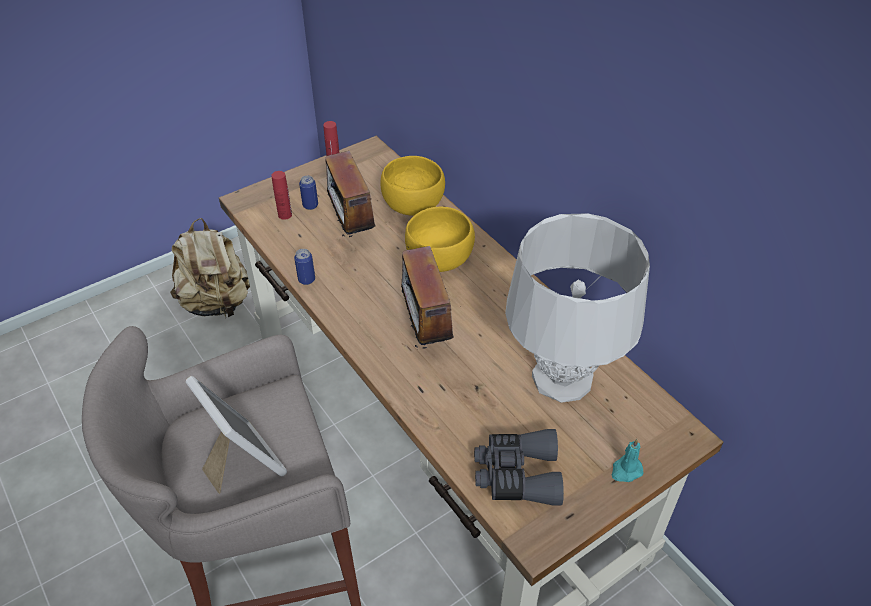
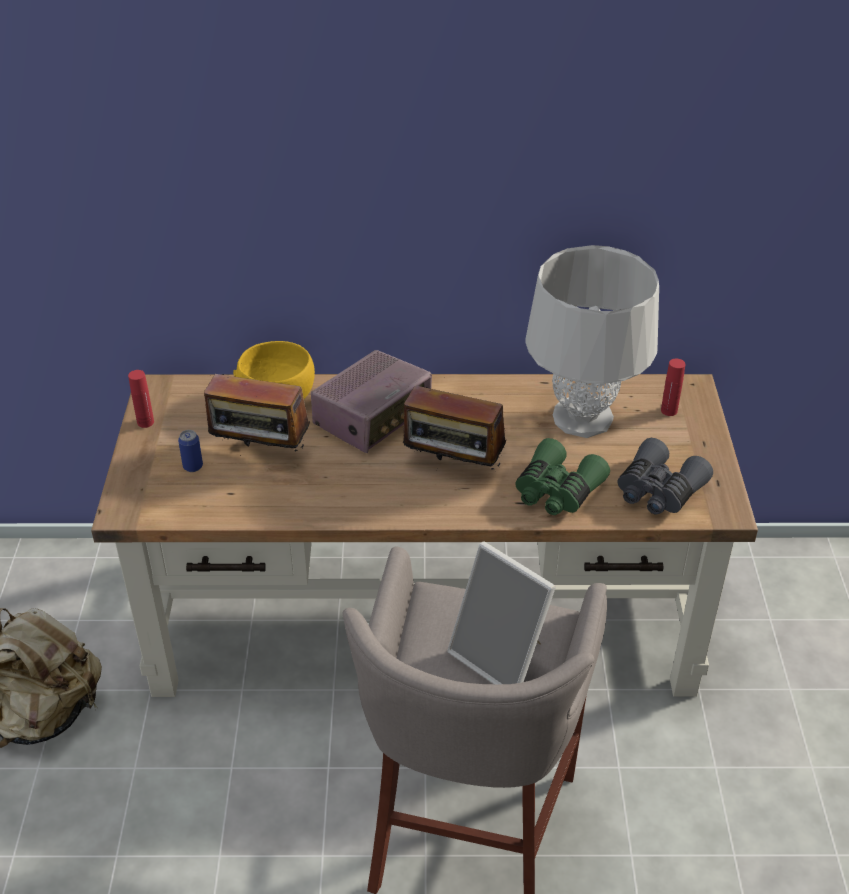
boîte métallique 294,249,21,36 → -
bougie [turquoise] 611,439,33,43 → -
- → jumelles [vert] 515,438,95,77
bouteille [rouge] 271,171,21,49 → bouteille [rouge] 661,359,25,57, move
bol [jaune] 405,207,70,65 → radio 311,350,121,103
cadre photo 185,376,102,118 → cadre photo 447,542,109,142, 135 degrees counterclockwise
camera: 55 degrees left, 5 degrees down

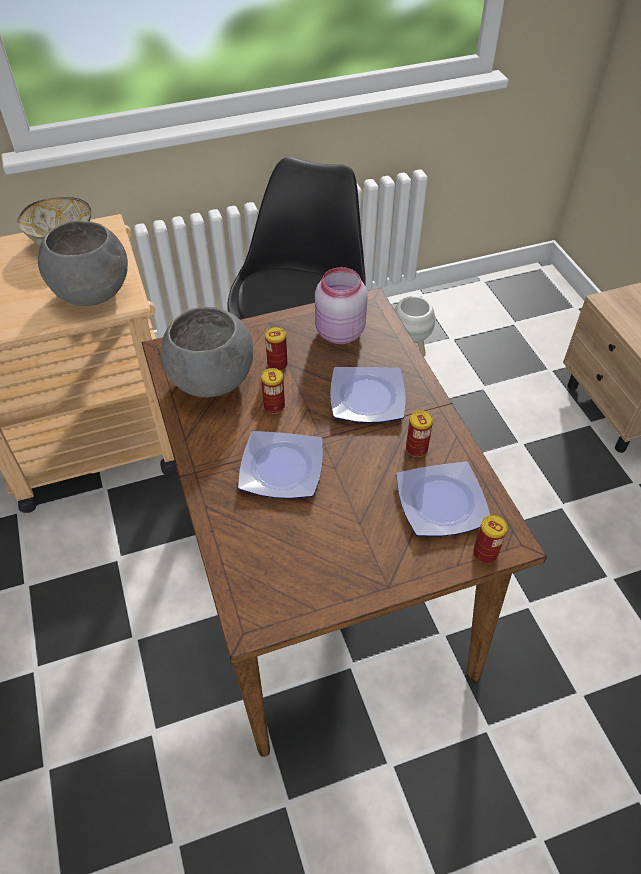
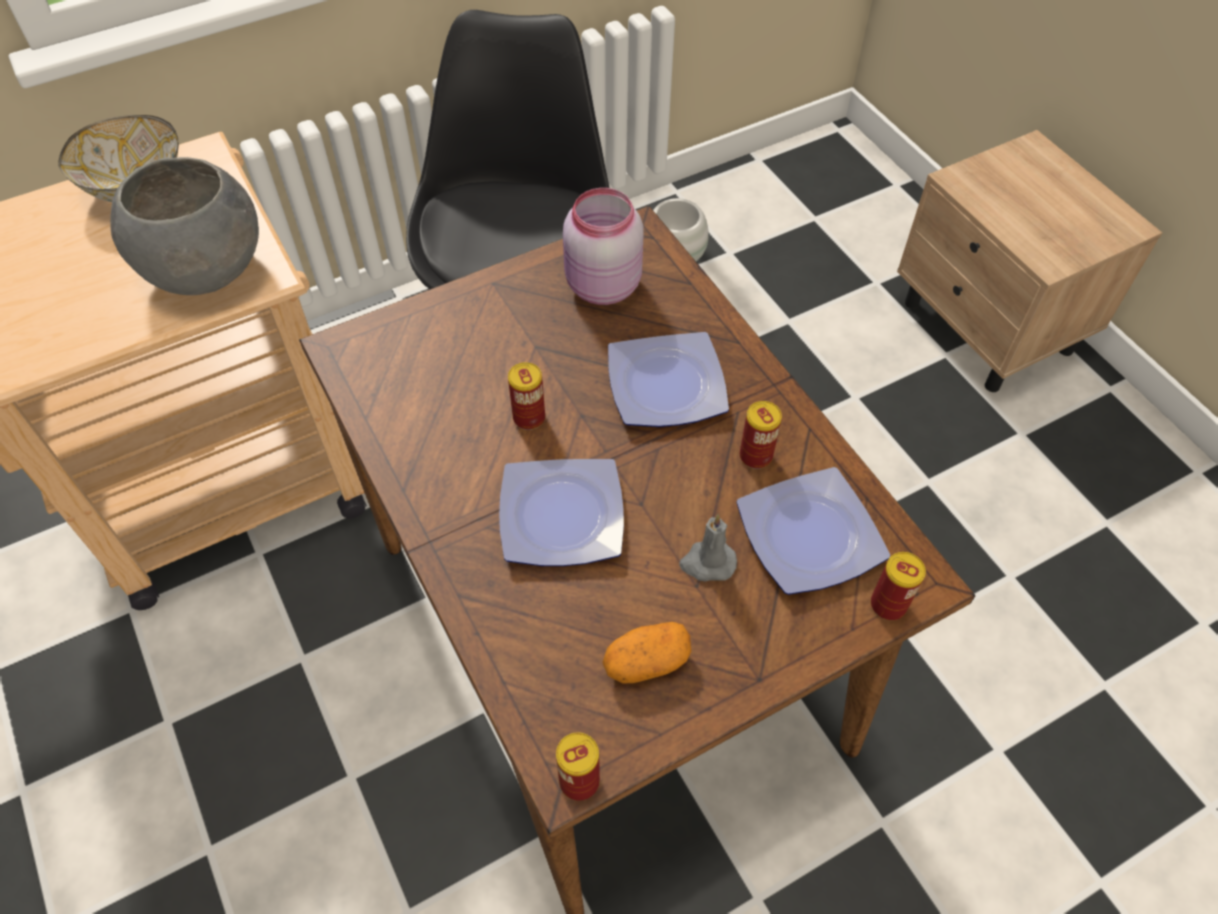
bol [gris] 161,307,92,90 → -
- → pomme de terre 602,622,90,62
- → bougie [gris] 679,514,58,67
boîte métallique 265,327,23,44 → boîte métallique 556,732,44,69, move
camera: 10 degrees left, 5 degrees up

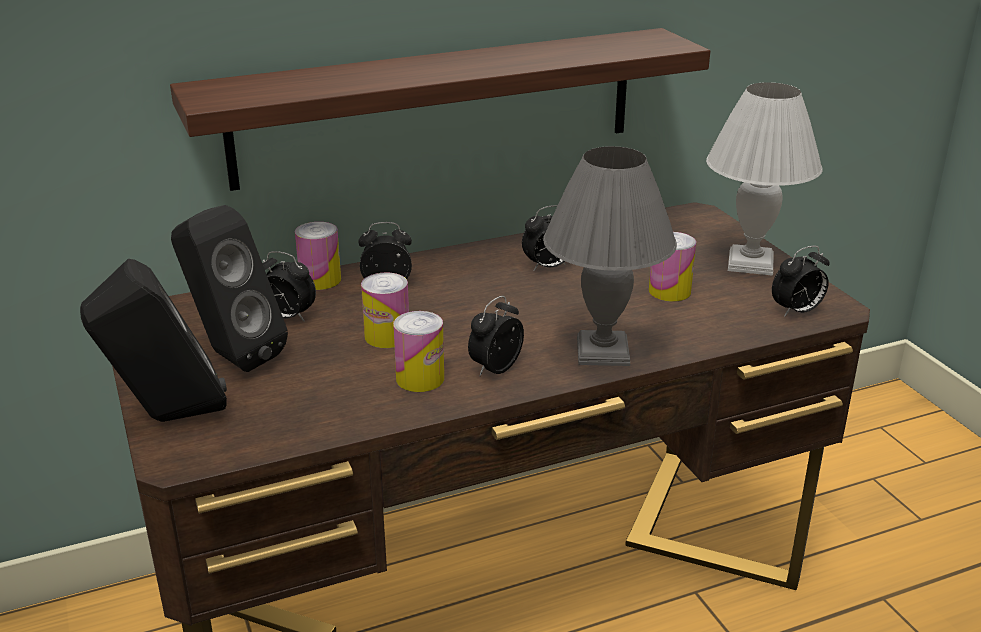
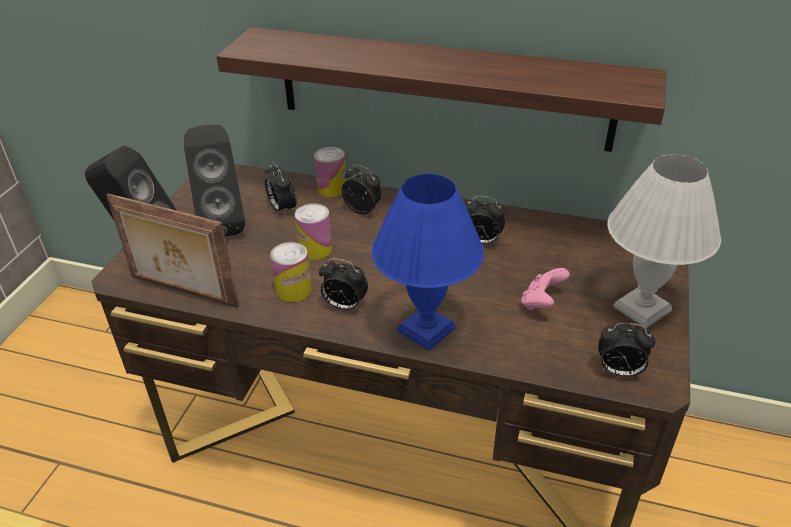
- → cadre photo 106,193,133,115
boîte métallique 649,232,47,70 → manette [rose] 521,268,49,43
lampe de table [gris] 543,146,134,220 → lampe de table [bleu] 372,174,112,177
réveil 468,296,56,80 → réveil 319,258,49,52, 150 degrees counterclockwise
camera: 40 degrees right, 10 degrees up

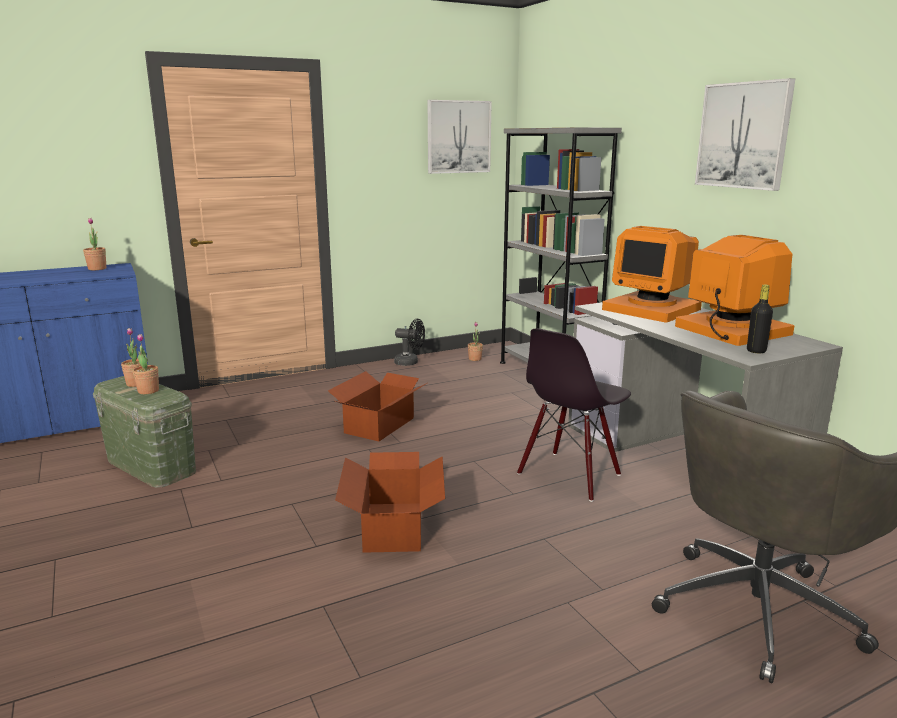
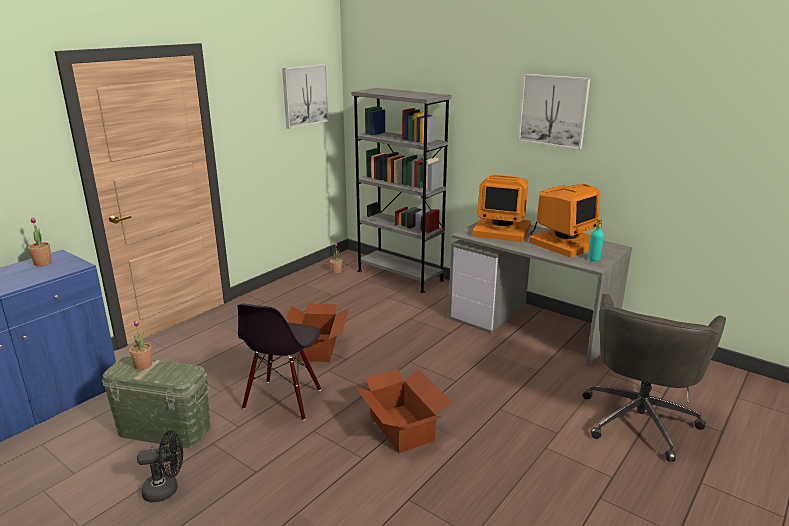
plante en pot 133,334,26,60 → -
ventilateur [noir] 394,319,31,47 → ventilateur [noir] 137,431,46,71, move
chaise [noir] 517,328,114,174 → chaise [noir] 238,304,83,117, move
bouteille [noir] 747,284,26,69 → bouteille [turquoise] 588,219,16,43
écran d'ordinateur 675,235,119,111 → écran d'ordinateur 529,184,75,74, 105 degrees clockwise
camera: 25 degrees left, 5 degrees up

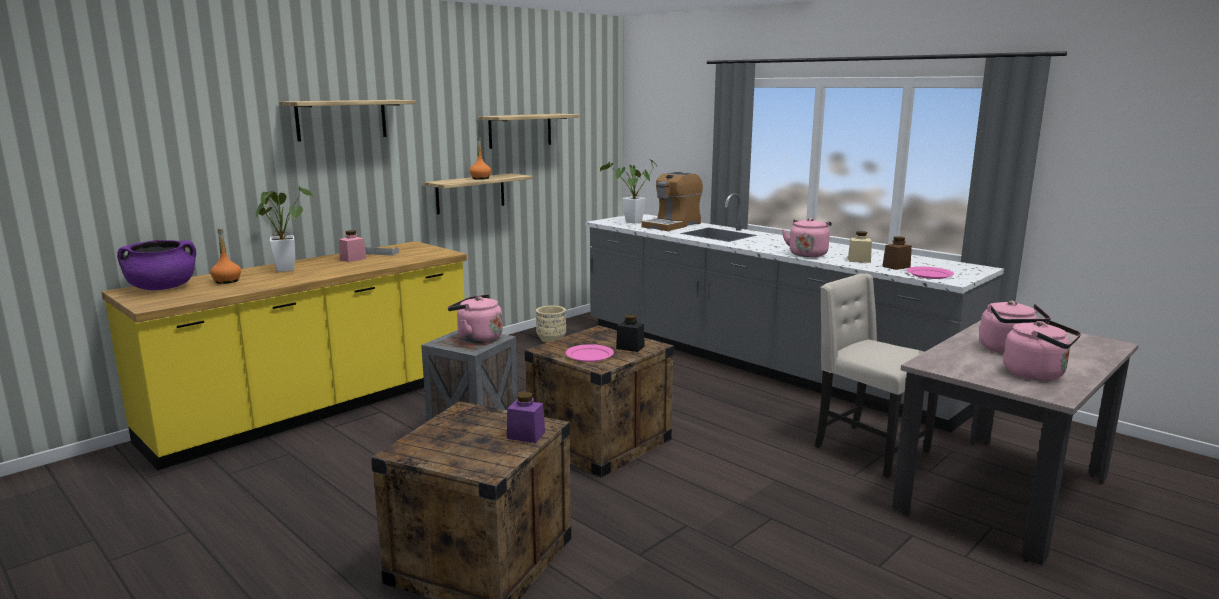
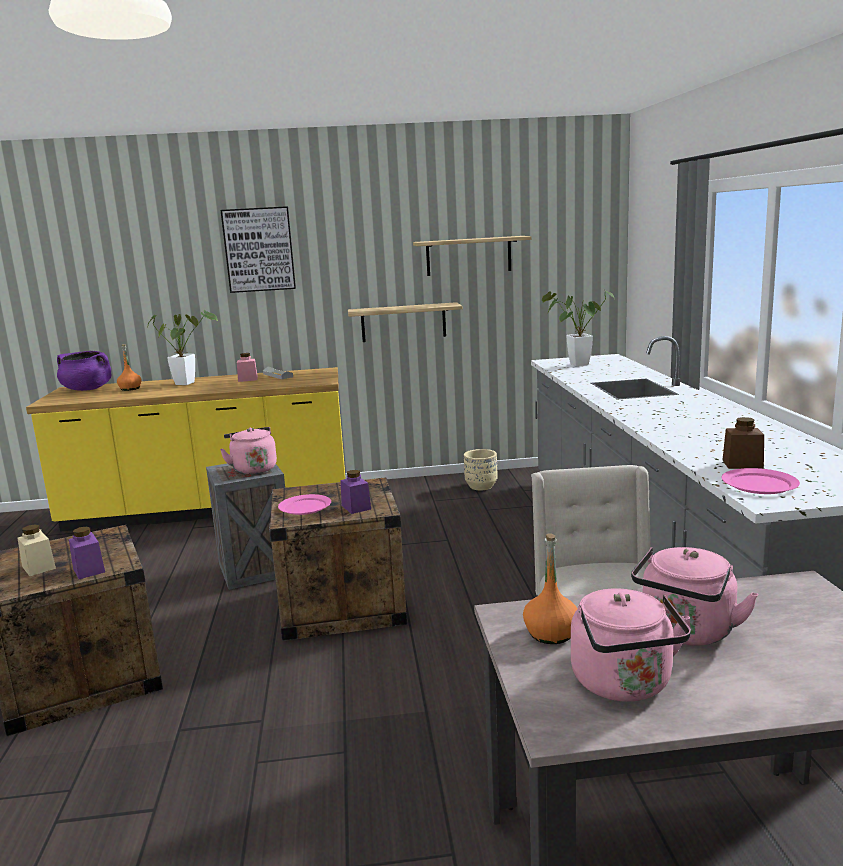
machine à café 641,172,62,59 → -
bouilloire [rose] 782,218,50,39 → -
bouteille [orange] 470,137,21,43 → bouteille [orange] 523,533,55,111, move
bocal [beige] 848,231,24,32 → bocal [beige] 18,524,38,52, move
étagère 279,100,137,42 → tableau 220,206,76,87
bocal [noir] 616,315,29,37 → bocal [violet] 341,470,30,44
camera: 40 degrees right, 0 degrees up

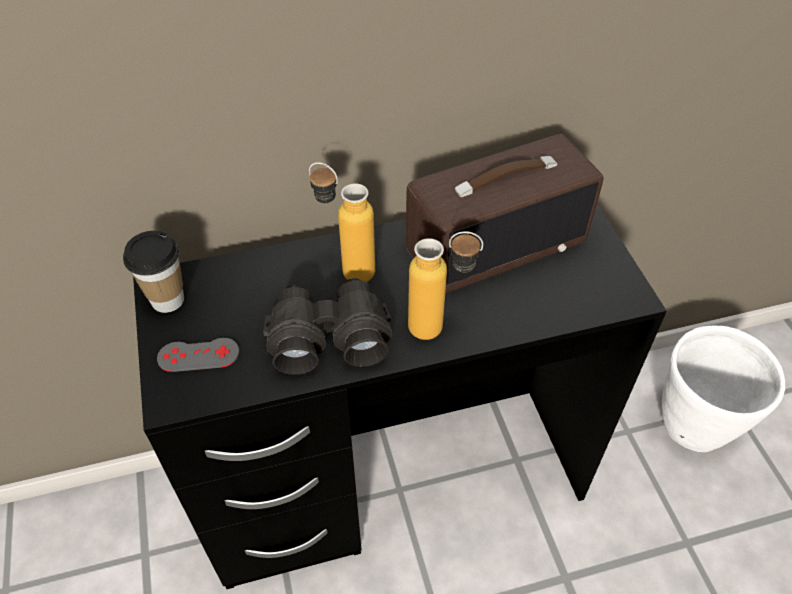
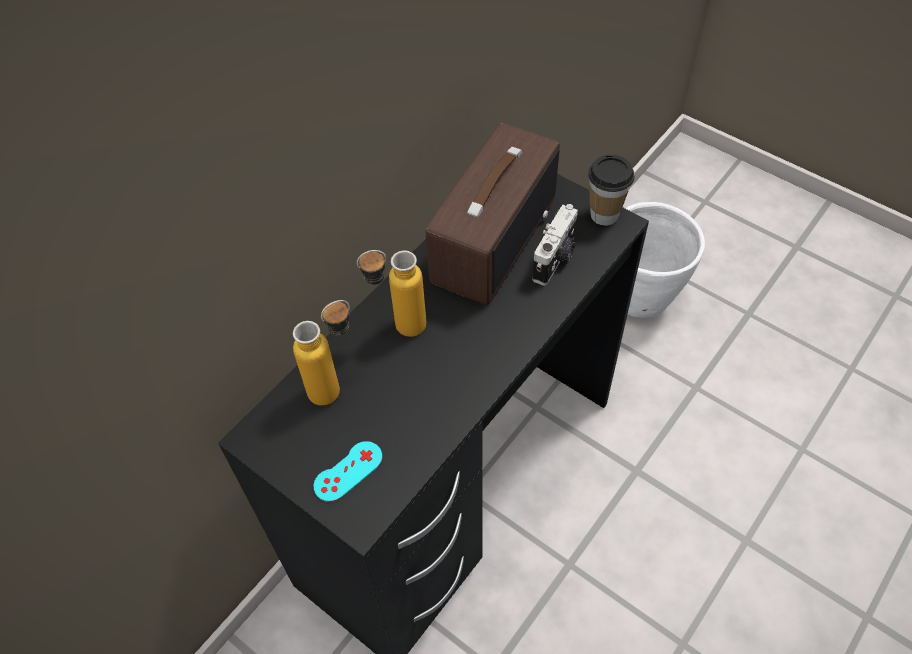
jumelles [noir] 263,278,129,97 → -
- → appareil photo 532,204,46,82
tasse 123,231,61,82 → tasse 588,155,47,71, move
bouteille 408,231,75,109 → bouteille 293,300,57,106, move
manette [gris] 157,338,82,34 → manette [turquoise] 314,441,69,61
camera: 35 degrees left, 5 degrees up

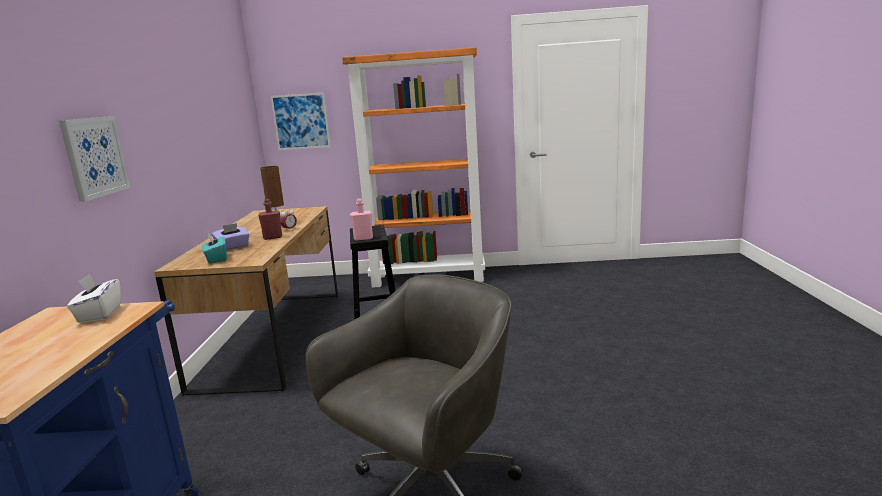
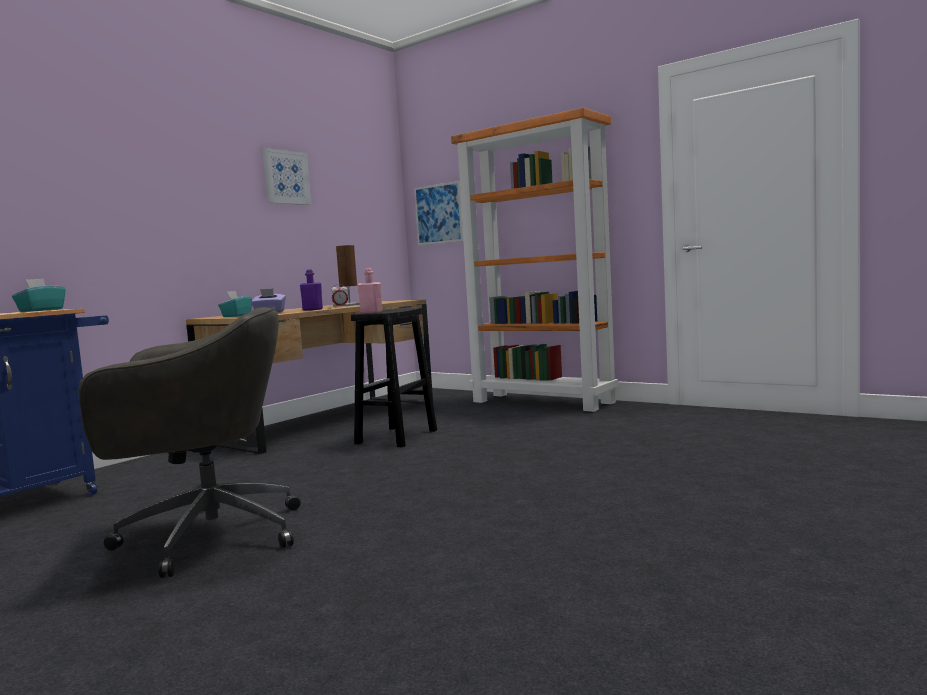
tableau 59,116,71,86 → tableau 263,148,48,57, move
boîte à mouchoirs [blanc] 67,274,54,49 → boîte à mouchoirs [turquoise] 12,279,54,33
bouteille [rouge] 258,199,24,41 → bouteille [violet] 300,269,23,42
camera: 35 degrees right, 10 degrees down

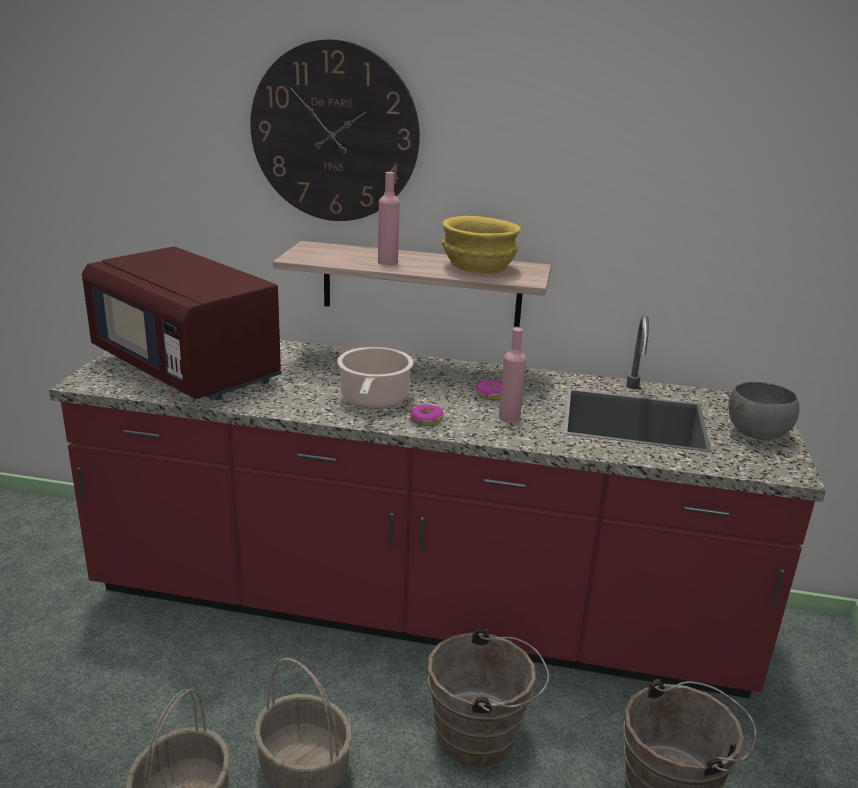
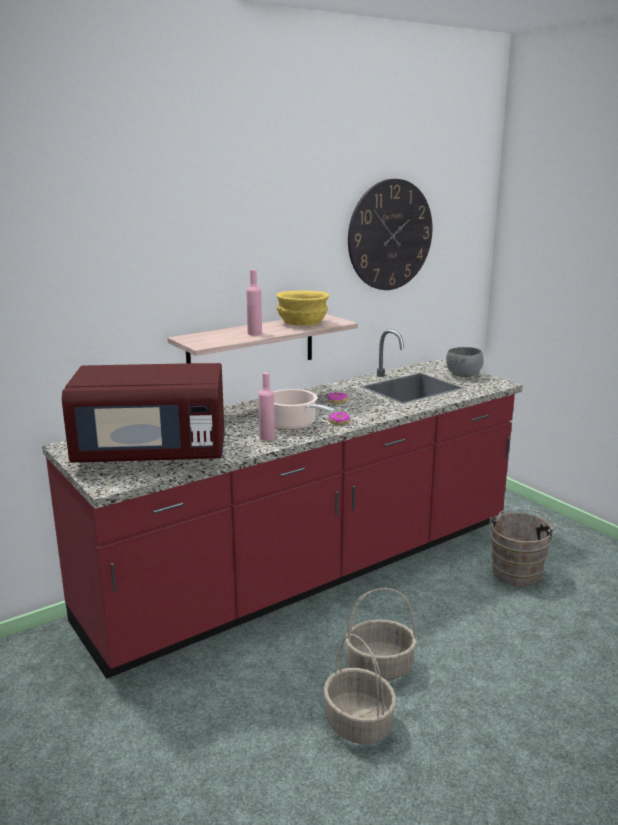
seau [marron] 428,628,121,139 → -
horloge murale 250,39,170,182 → horloge murale 348,179,84,111, move
bouteille [rose] 499,328,27,95 → bouteille [rose] 258,372,17,69, move
camera: 45 degrees left, 5 degrees down

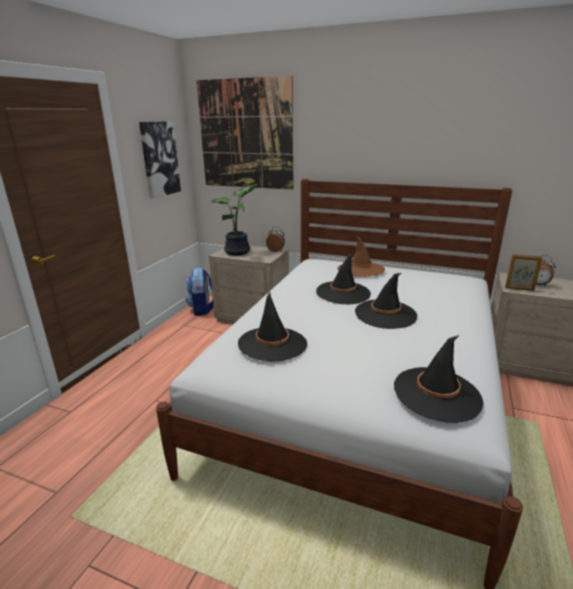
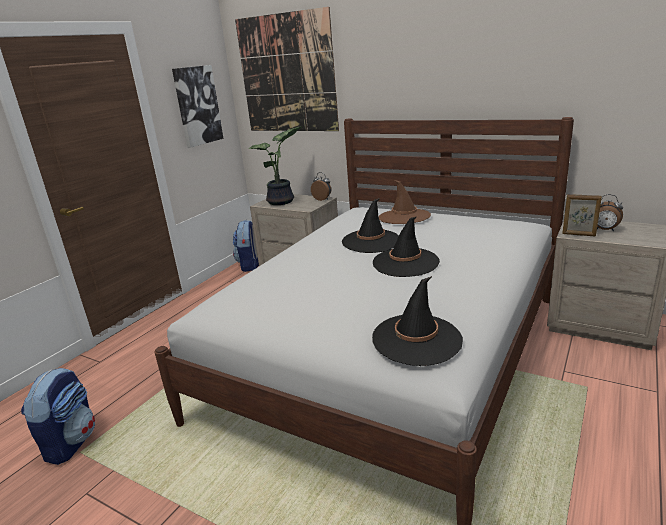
chapeau [noir] 238,292,69,69 → -
- → sac à dos 21,368,74,97
camera: 10 degrees right, 0 degrees up

